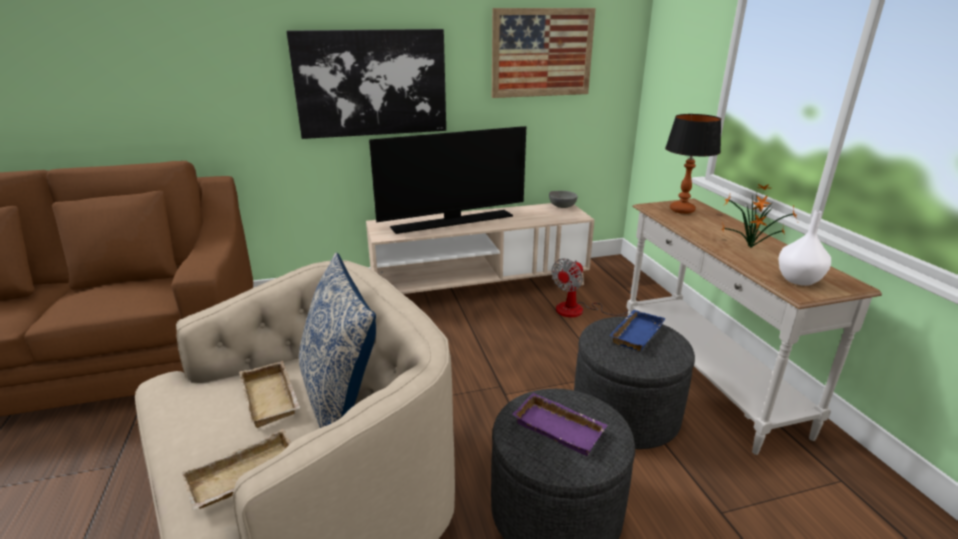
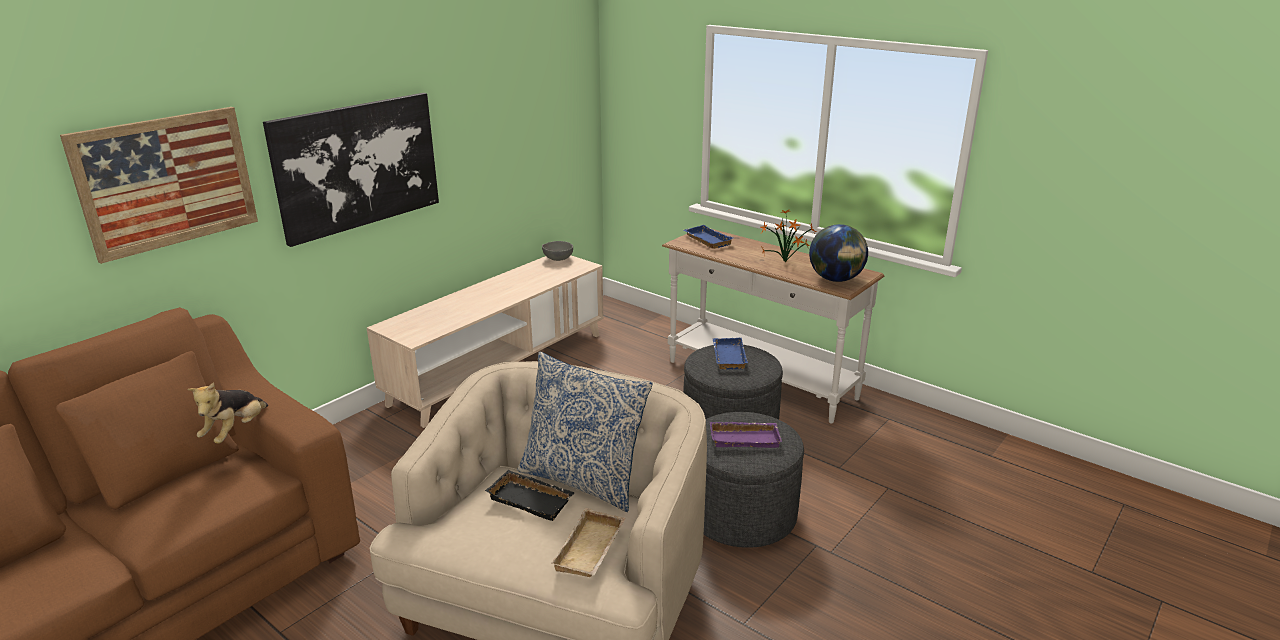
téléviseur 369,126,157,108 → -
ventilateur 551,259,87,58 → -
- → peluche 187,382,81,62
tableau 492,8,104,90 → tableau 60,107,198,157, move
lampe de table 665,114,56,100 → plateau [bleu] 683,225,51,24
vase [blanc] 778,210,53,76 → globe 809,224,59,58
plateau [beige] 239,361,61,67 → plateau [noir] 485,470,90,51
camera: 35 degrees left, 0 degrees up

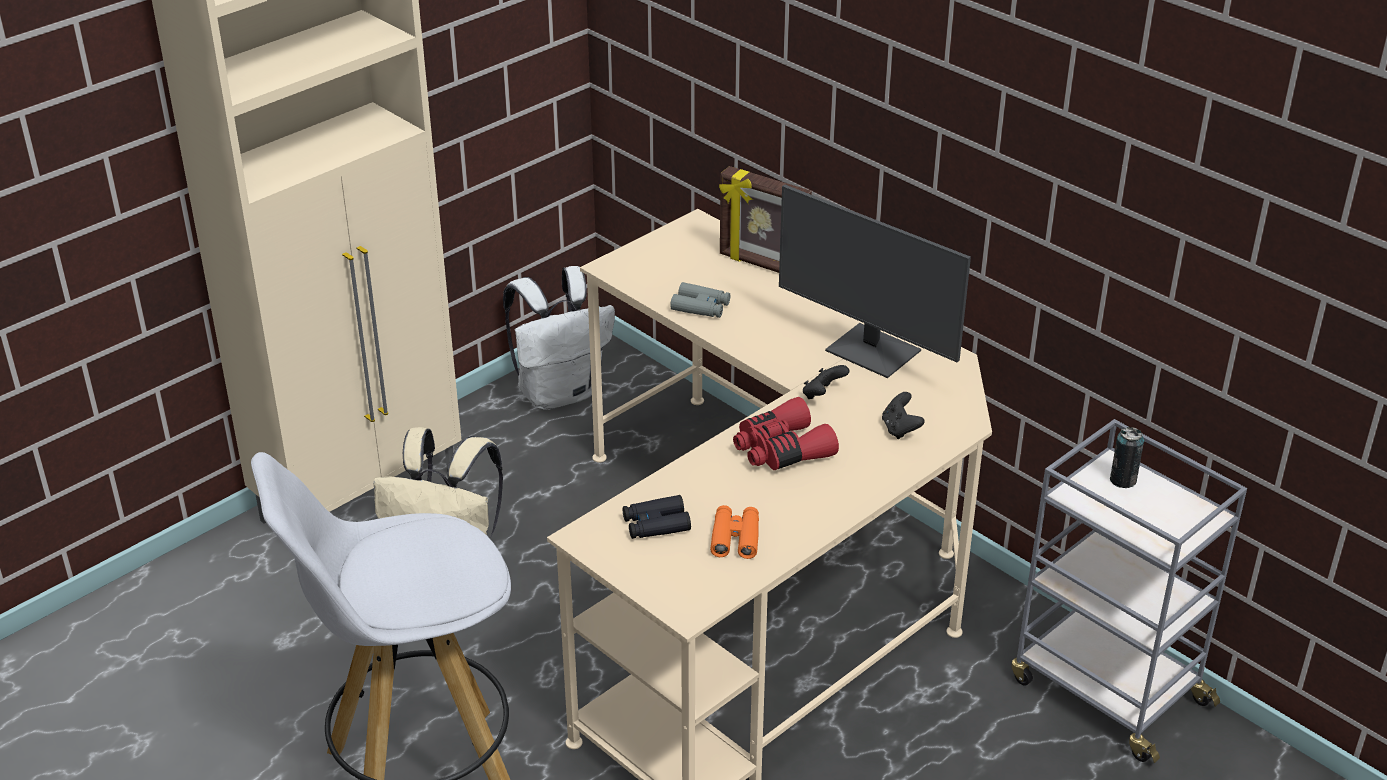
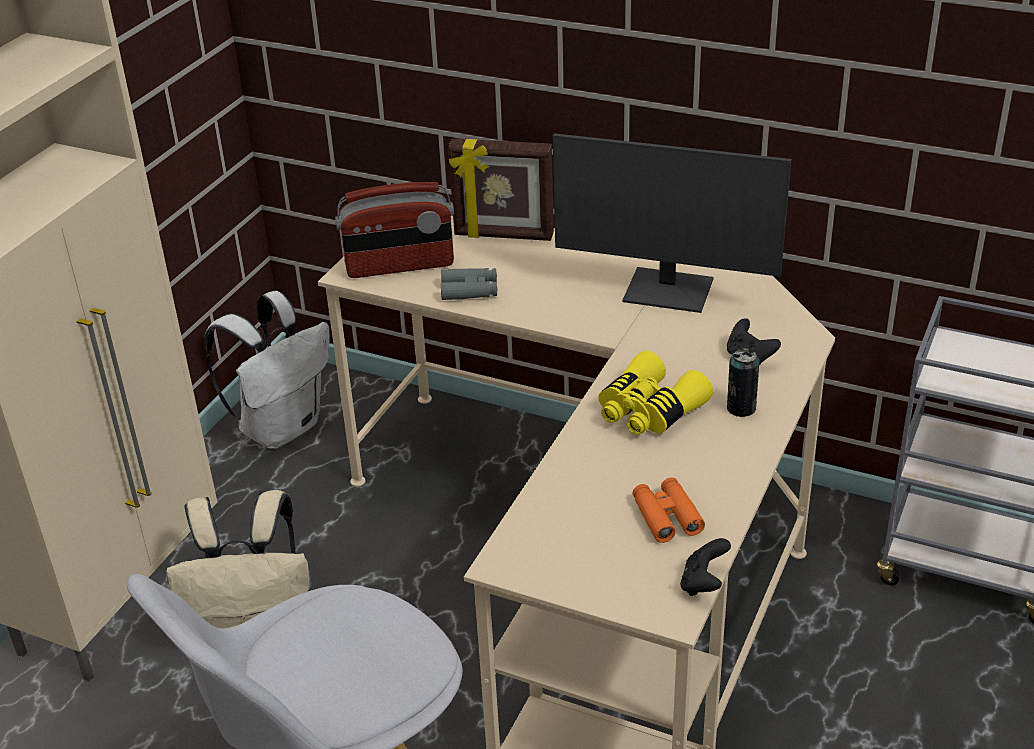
jumelles [noir] 623,495,68,44 → -
- → radio 335,182,119,96
manette [noir] 803,365,46,34 → manette [noir] 680,538,51,58, move
boîte métallique 1110,427,34,61 → boîte métallique 727,348,33,69, move
jumelles [rouge] 733,397,106,73 → jumelles [jaune] 598,351,115,83
camera: 20 degrees left, 0 degrees up

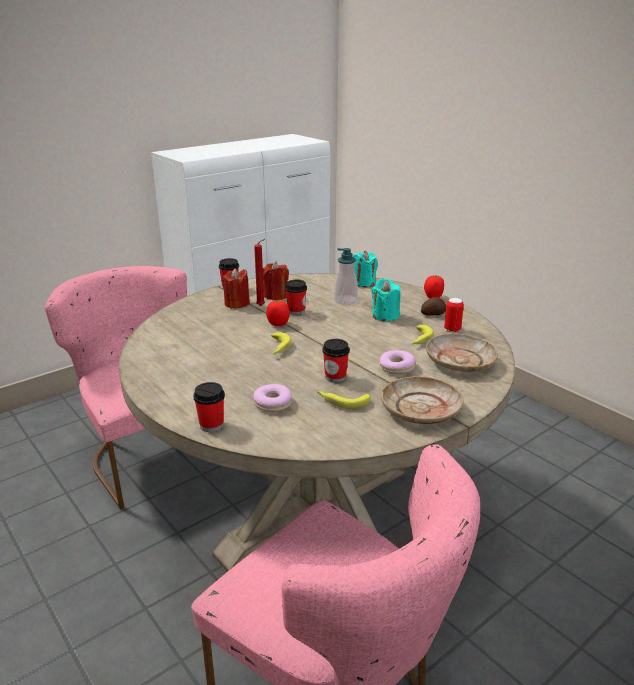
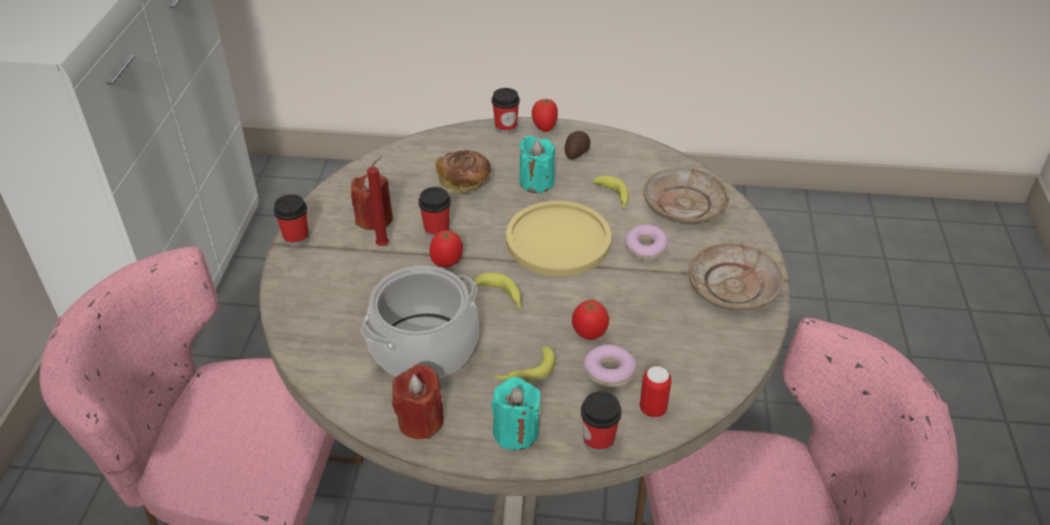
- → marmite 361,266,118,113
- → assiette [jaune] 506,201,105,75
- → tomate 572,300,37,40
bougie [rouge] 222,268,28,41 → bougie [rouge] 392,364,52,75, move
banane 317,391,53,19 → banane 494,346,61,37, move
tasse 322,339,28,44 → tasse 492,88,28,46, move
bougie [turquoise] 353,251,25,36 → bougie [turquoise] 491,377,50,73, move
boîte métallique 444,298,20,34 → boîte métallique 640,366,32,52, move
distributeur de savon 334,248,24,57 → pain 436,150,56,43
camera: 45 degrees left, 15 degrees up

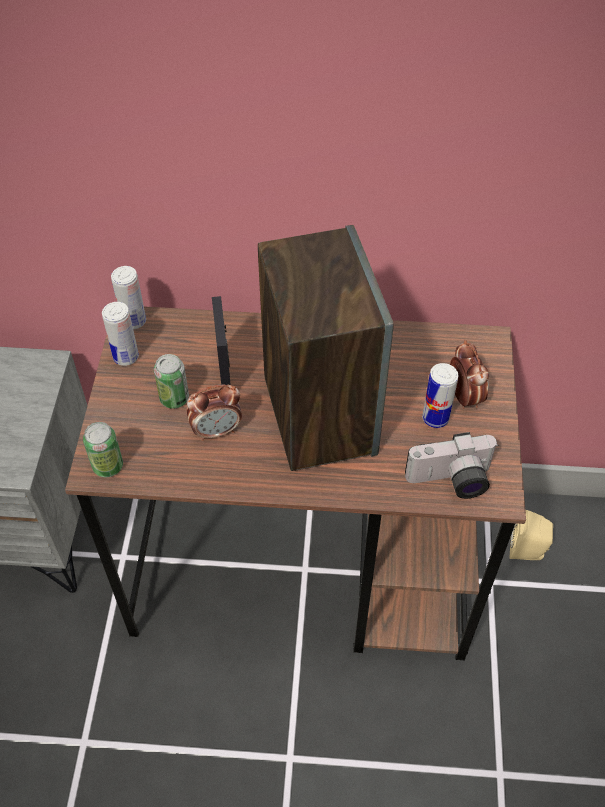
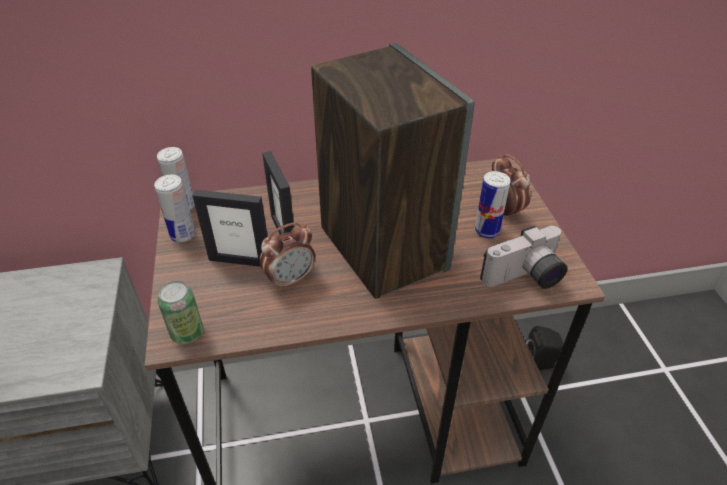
boîte métallique 154,354,35,55 → cadre photo 192,190,76,77
enceinte [beige] 510,510,43,50 → enceinte [noir] 526,326,38,44
camera: 15 degrees left, 10 degrees down

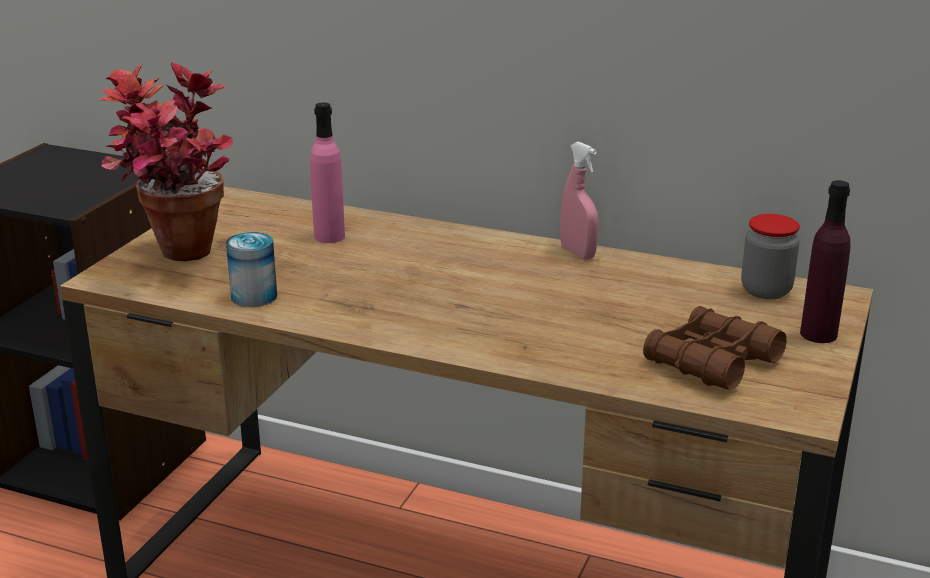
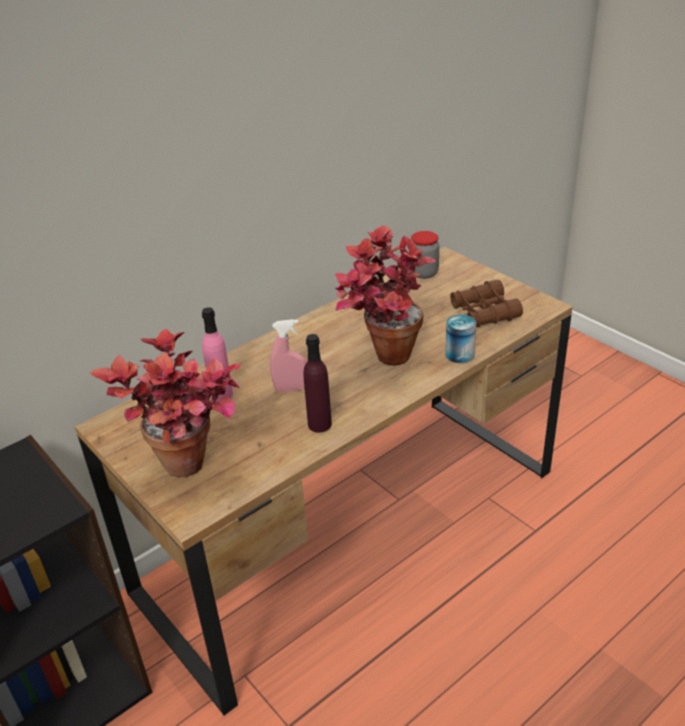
- → plante en pot 334,226,102,140
boîte métallique 226,232,51,75 → boîte métallique 445,314,31,49, move
vaporisateur [rose] 560,142,39,117 → vaporisateur [rose] 270,319,37,73, move
bouteille [violet] 800,180,50,163 → bouteille [violet] 303,334,29,99, move
camera: 60 degrees left, 10 degrees up

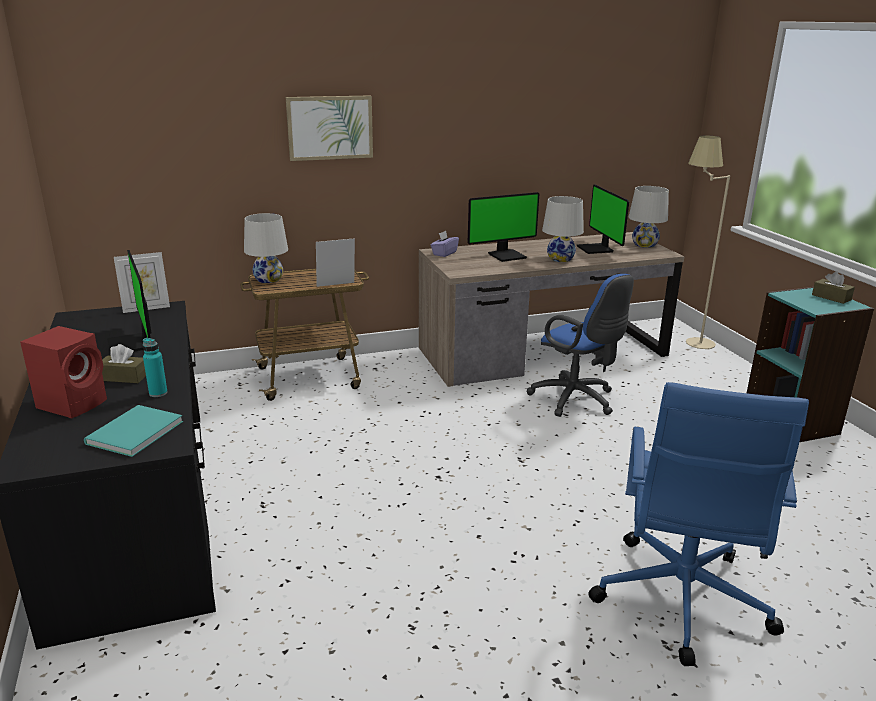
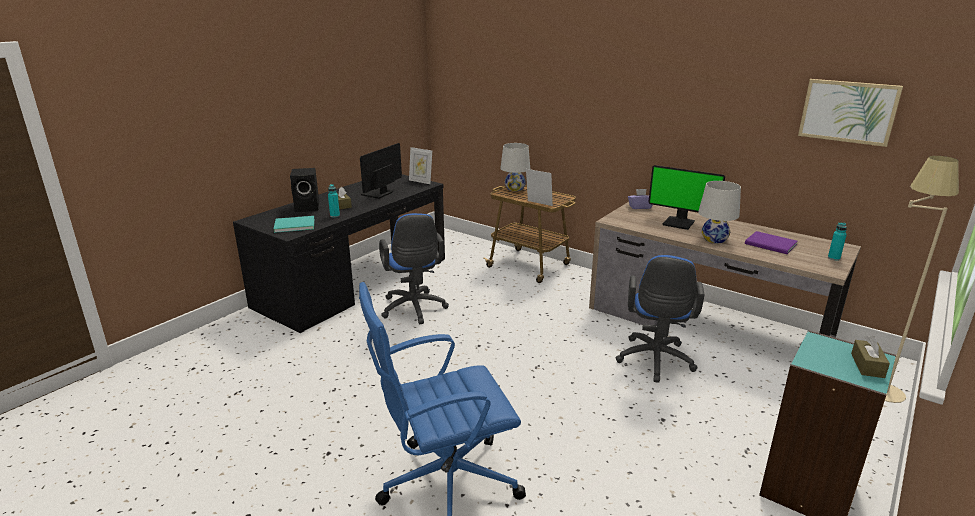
- → chaise de bureau [bleu] 379,213,70,112
tableau 286,95,87,66 → tableau 798,79,105,68, move
écran d'ordinateur 577,184,52,70 → livre [violet] 745,231,52,23
lampe de table [blanc] 629,186,40,62 → bouteille [turquoise] 828,223,19,38
enceinte [rouge] 20,326,87,92 → enceinte [noir] 290,168,29,44
camera: 55 degrees right, 0 degrees up

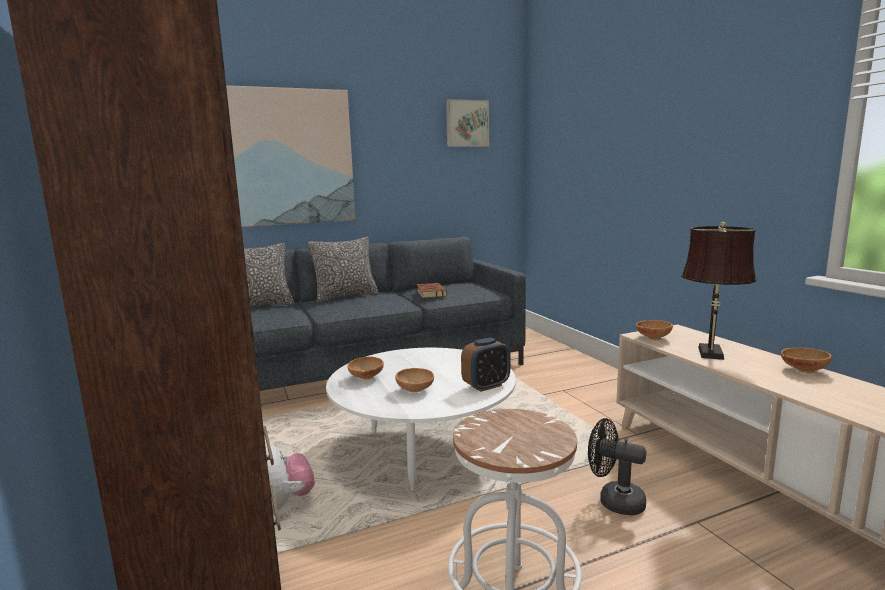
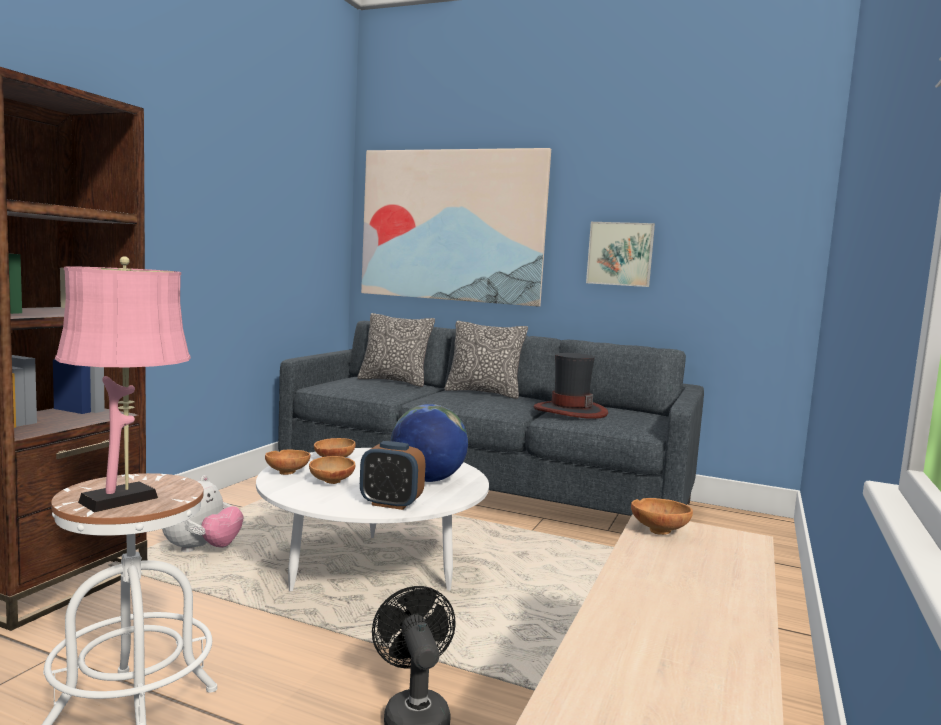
lampe de table [marron] 681,222,76,138 → -
- → lampe de table [rose] 55,256,136,256
- → globe 391,404,77,78
tableau 446,99,43,48 → tableau 586,222,69,65, move
bol [marron] 781,348,51,25 → bol [marron] 265,450,46,25, move
livre [marron] 417,283,30,15 → chapeau 534,353,74,66
camera: 45 degrees right, 5 degrees down

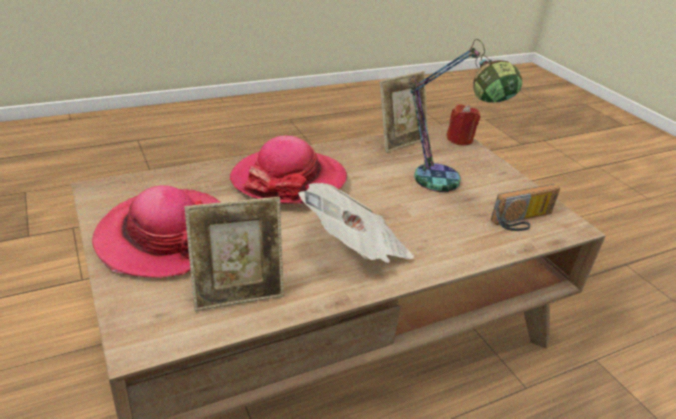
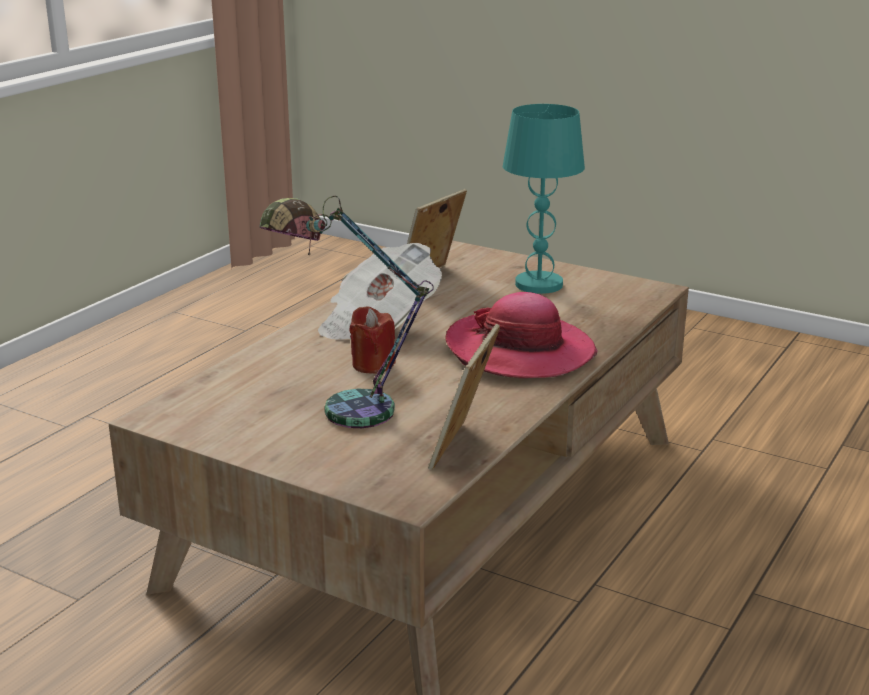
radio 491,184,69,47 → -
bougie [rouge] 446,104,35,41 → bougie [rouge] 350,306,46,68, move
chapeau 92,185,128,93 → lampe de table [turquoise] 503,104,82,190
camera: 150 degrees right, 10 degrees down

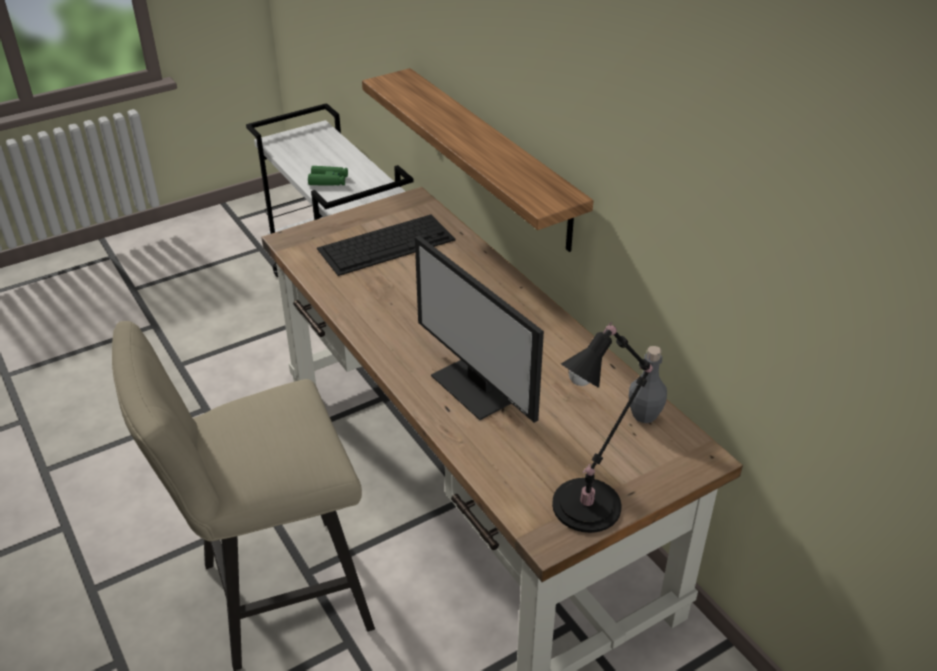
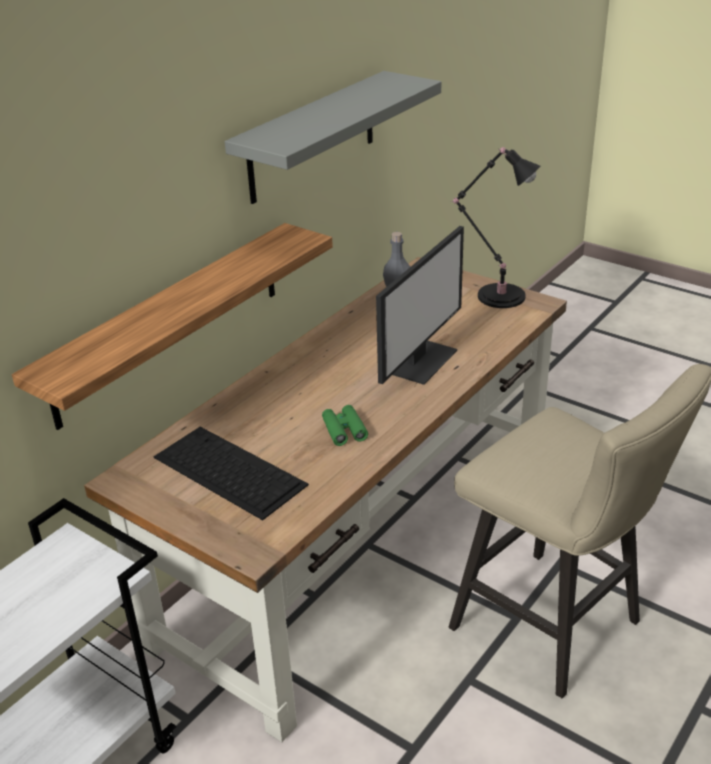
- → étagère [gris] 225,71,216,133
jumelles [vert] 308,166,40,20 → jumelles [vert] 322,405,46,41, move
camera: 110 degrees left, 5 degrees down

